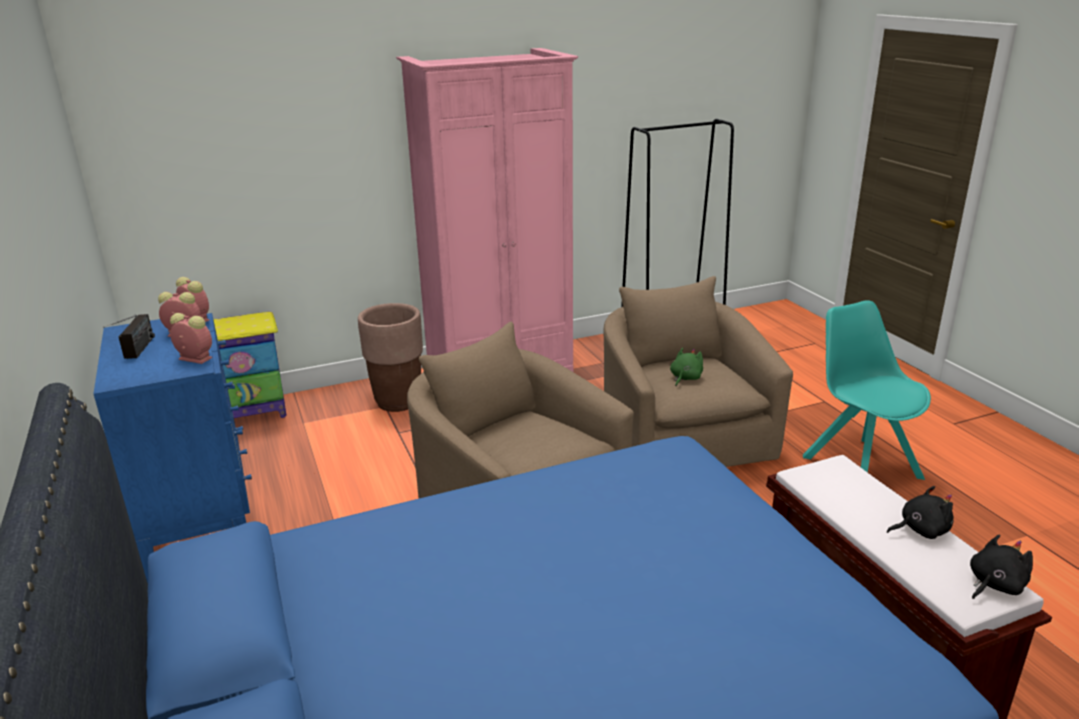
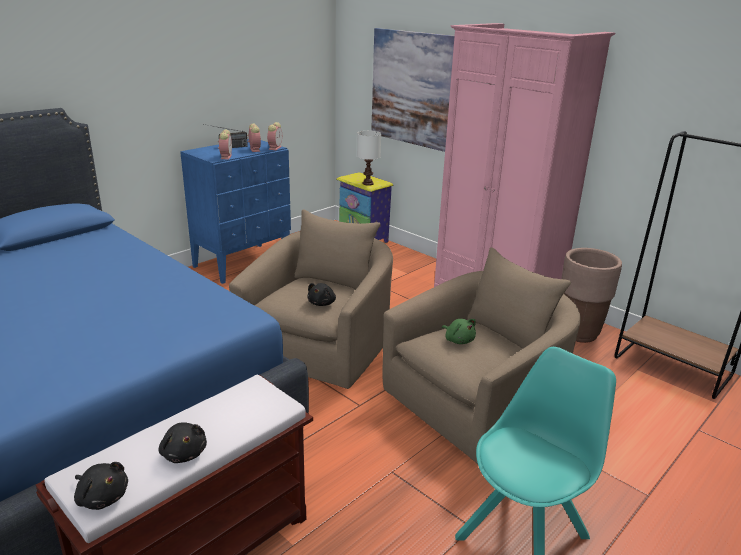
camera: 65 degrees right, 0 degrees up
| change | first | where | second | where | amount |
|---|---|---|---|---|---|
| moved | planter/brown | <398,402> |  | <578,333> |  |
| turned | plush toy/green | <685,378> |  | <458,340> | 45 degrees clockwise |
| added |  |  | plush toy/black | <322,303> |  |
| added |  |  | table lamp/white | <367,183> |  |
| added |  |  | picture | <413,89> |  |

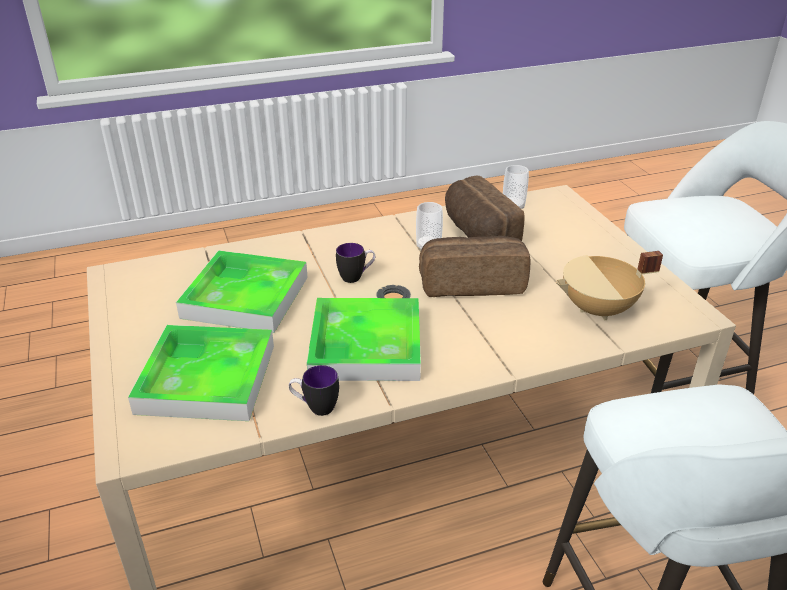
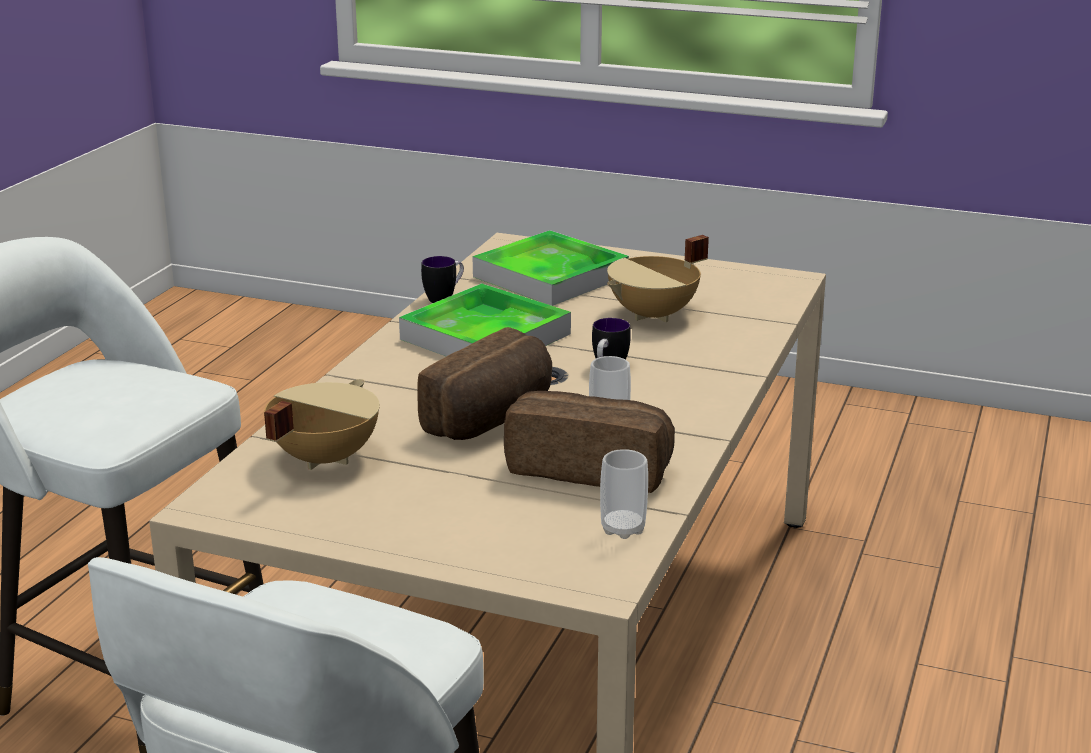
camera: 130 degrees right, 10 degrees down
| change | first | where | second | where | amount |
|---|---|---|---|---|---|
| replaced | tray | <245,297> | cooking pot/beige | <654,315> |  |

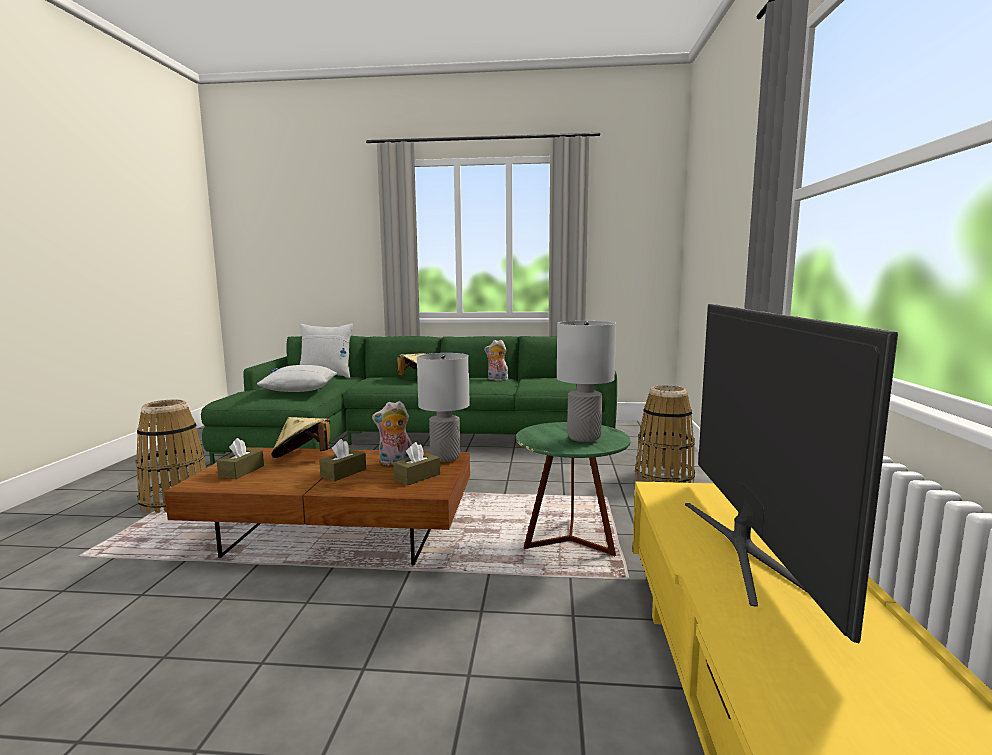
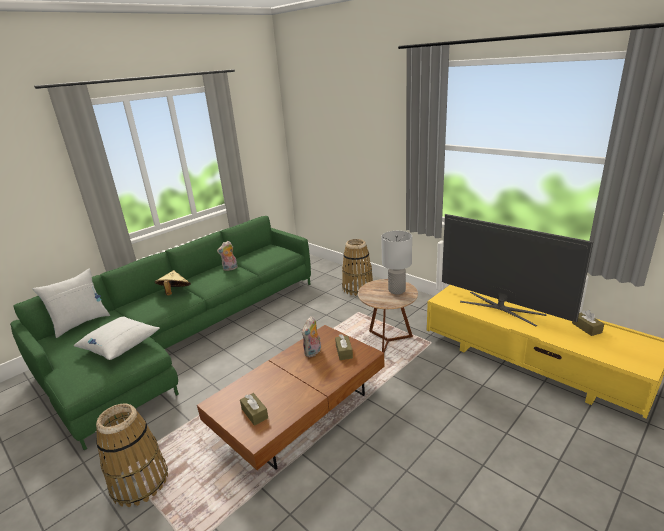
camera: 50 degrees left, 15 degrees up
| change | first | where | second | where | amount |
|---|---|---|---|---|---|
| removed | hat/beige | <303,457> |  |  |  |
| moved | tissue box/brown | <343,473> |  | <586,328> |  |
| removed | table lamp/grey | <444,459> |  |  |  |
| recoloured | side table/green | <570,541> | side table/brown | <388,341> |  |

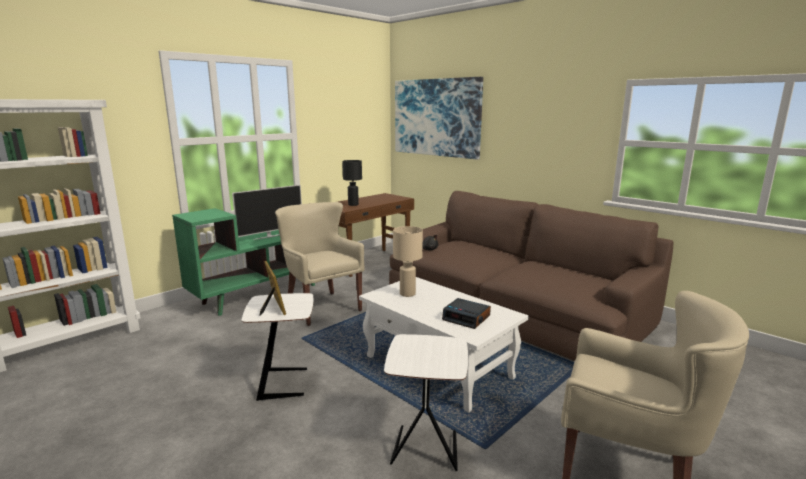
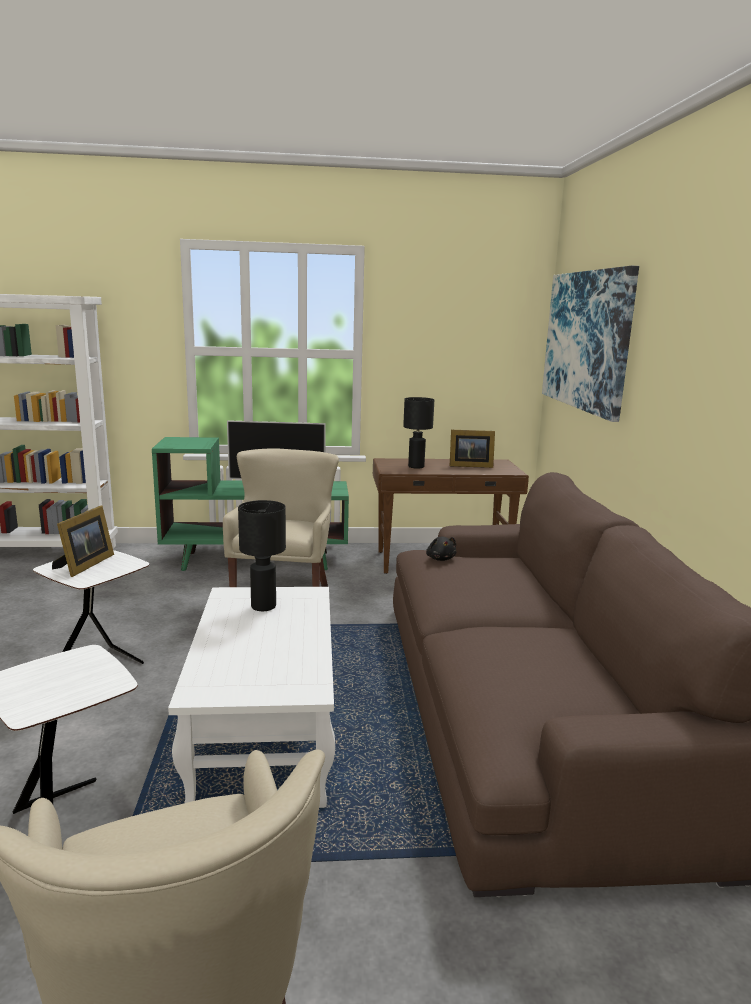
camera: 40 degrees right, 0 degrees up
| change | first | where | second | where | amount |
|---|---|---|---|---|---|
| recoloured | table lamp/beige | <407,294> | table lamp/black | <264,606> |  |
| removed | alarm clock | <467,318> |  |  |  |
| added |  |  | picture frame | <469,465> |  |

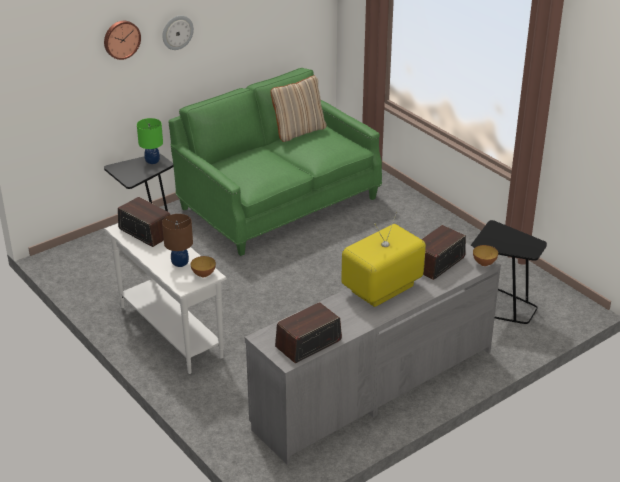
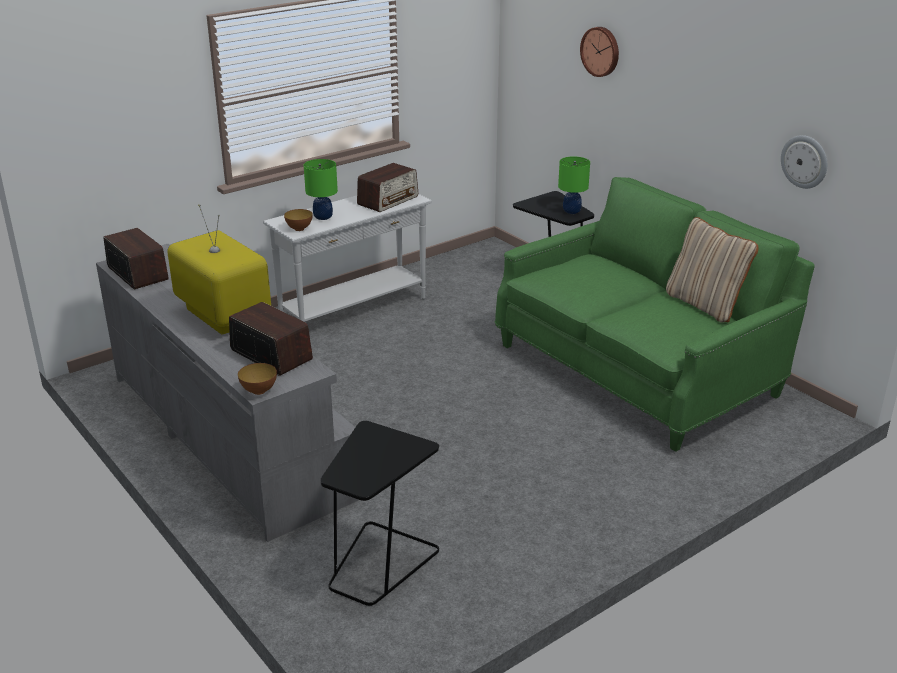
camera: 90 degrees right, 5 degrees down
| change | first | where | second | where | amount |
|---|---|---|---|---|---|
| moved | wall clock | <177,32> |  | <804,161> |  |
| recoloured | table lamp/brown | <181,264> | table lamp/green | <322,218> |  |

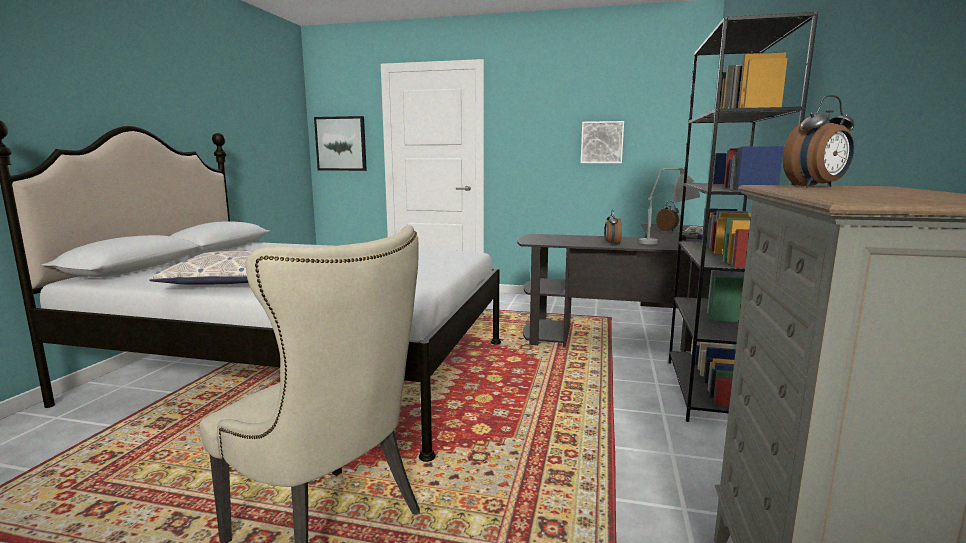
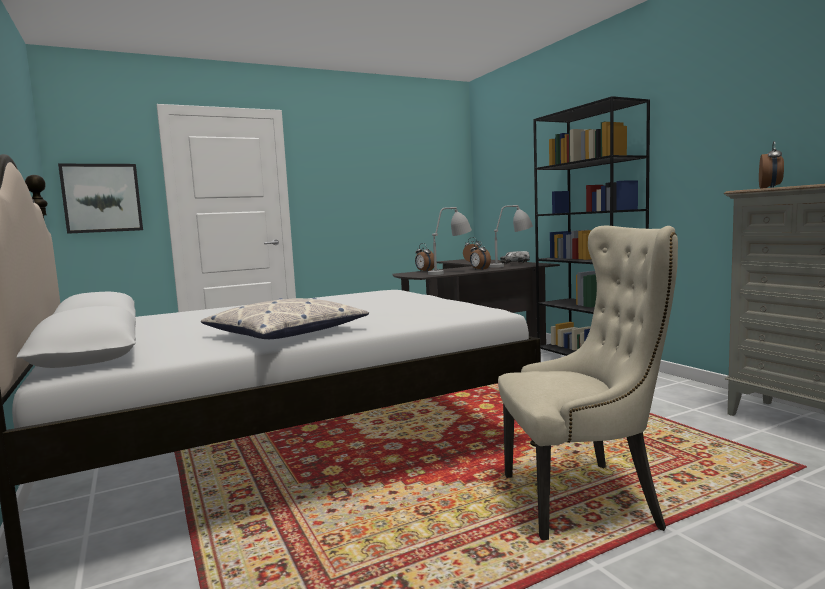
camera: 40 degrees left, 5 degrees down
| change | first | where | second | where | amount |
|---|---|---|---|---|---|
| removed | picture | <602,142> |  |  |  |
| added |  |  | alarm clock | <424,271> |  |
| added |  |  | table lamp/grey | <451,272> |  |

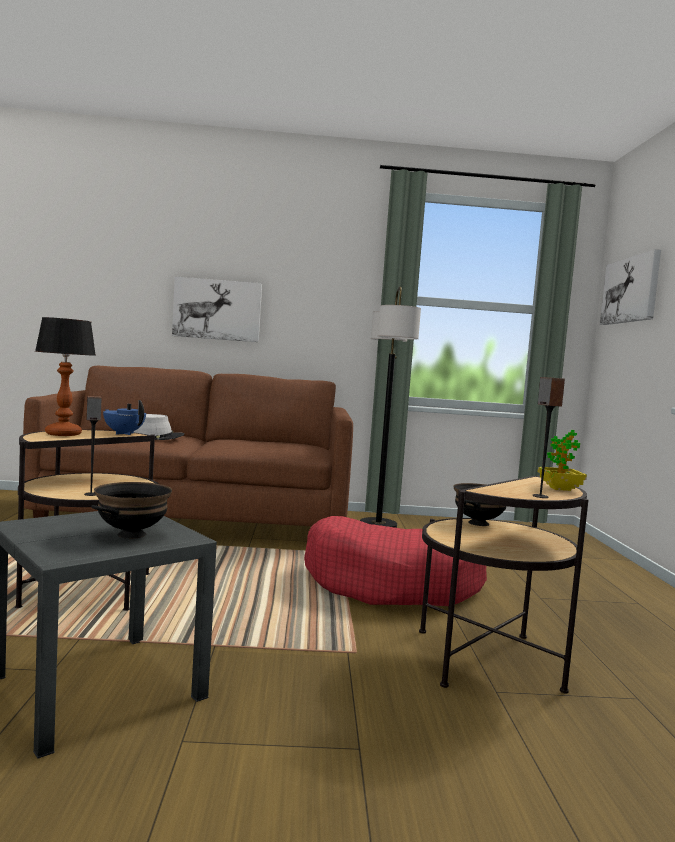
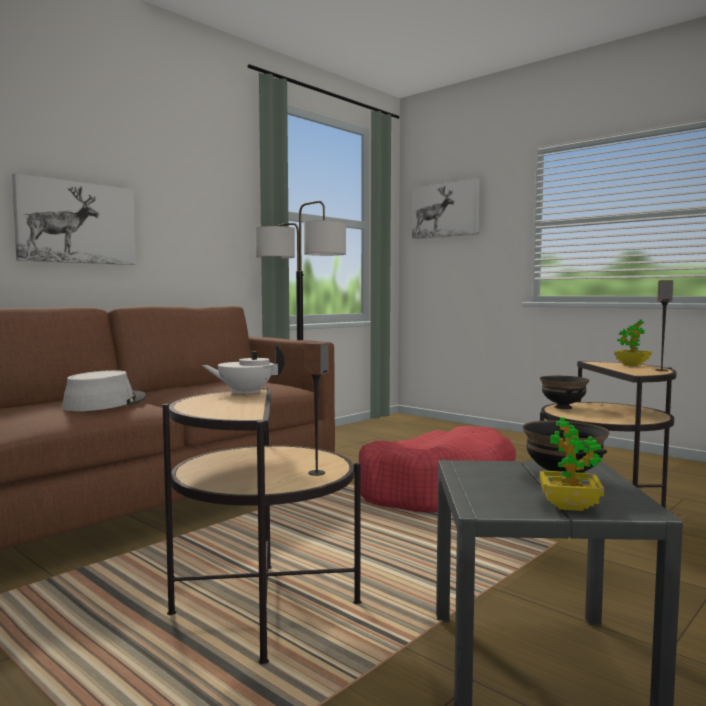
camera: 45 degrees left, 0 degrees up
| change | first | where | second | where | amount |
|---|---|---|---|---|---|
| removed | table lamp | <62,434> |  |  |  |
| recoloured | teapot/blue | <124,433> | teapot/white | <245,392> |  |
| added |  |  | potted plant | <569,506> |  |

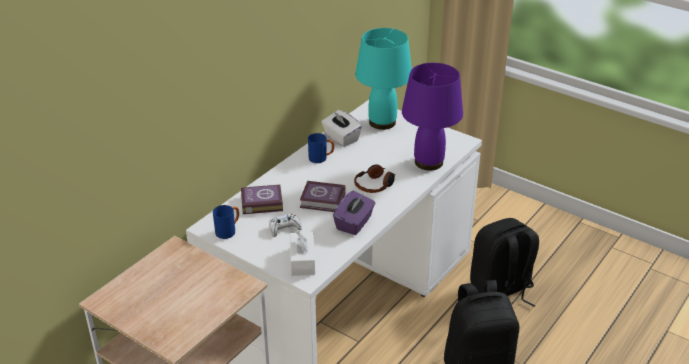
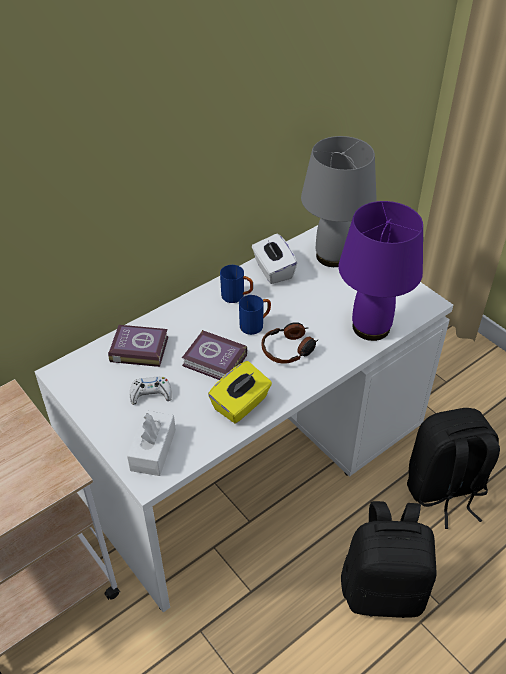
camera: 15 degrees right, 10 degrees up
| change | first | where | second | where | amount |
|---|---|---|---|---|---|
| moved | mug/blue | <228,231> |  | <255,325> |  |
| recoloured | tissue box/purple | <354,223> | tissue box/yellow | <241,404> |  |
| recoloured | table lamp/turquoise | <383,123> | table lamp/grey | <333,257> |  |

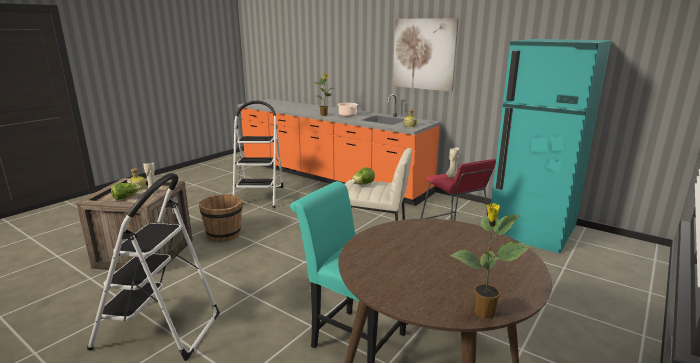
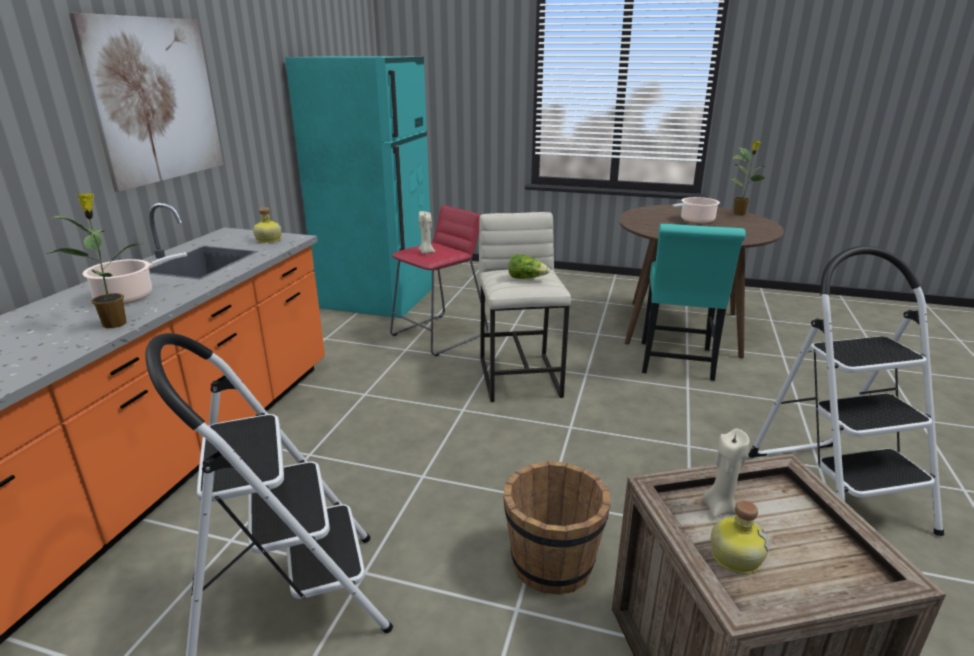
camera: 110 degrees left, 5 degrees up
| change | first | where | second | where | amount |
|---|---|---|---|---|---|
| removed | lettuce | <126,197> |  |  |  |
| added |  |  | cooking pot | <695,220> |  |

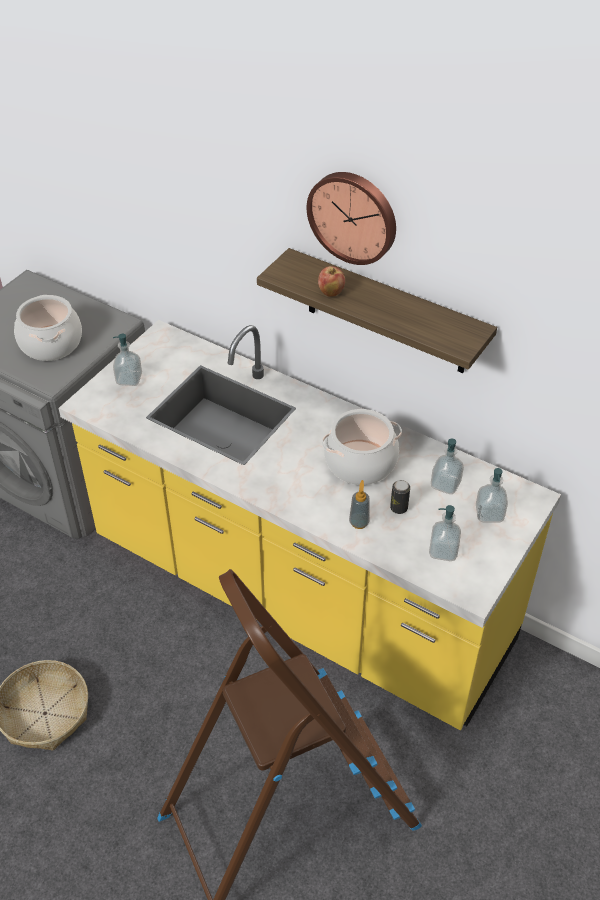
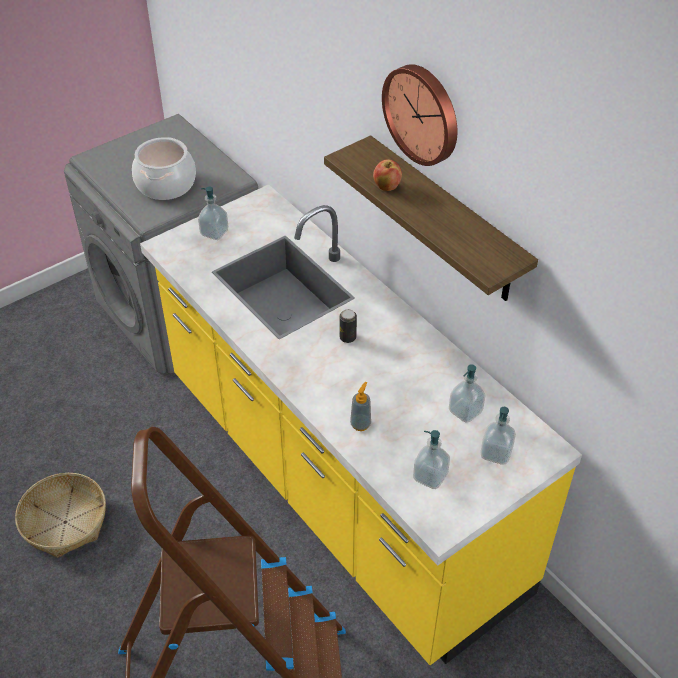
camera: 20 degrees right, 0 degrees up
| change | first | where | second | where | amount |
|---|---|---|---|---|---|
| removed | cooking pot | <360,462> |  |  |  |
| moved | can | <399,508> |  | <347,337> |  |

